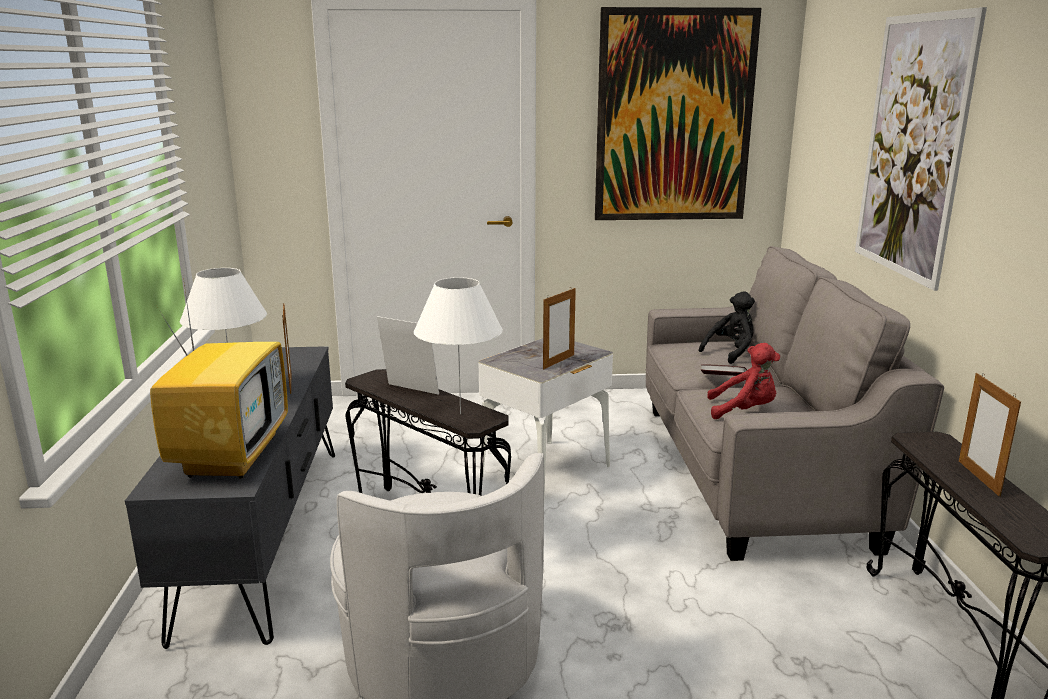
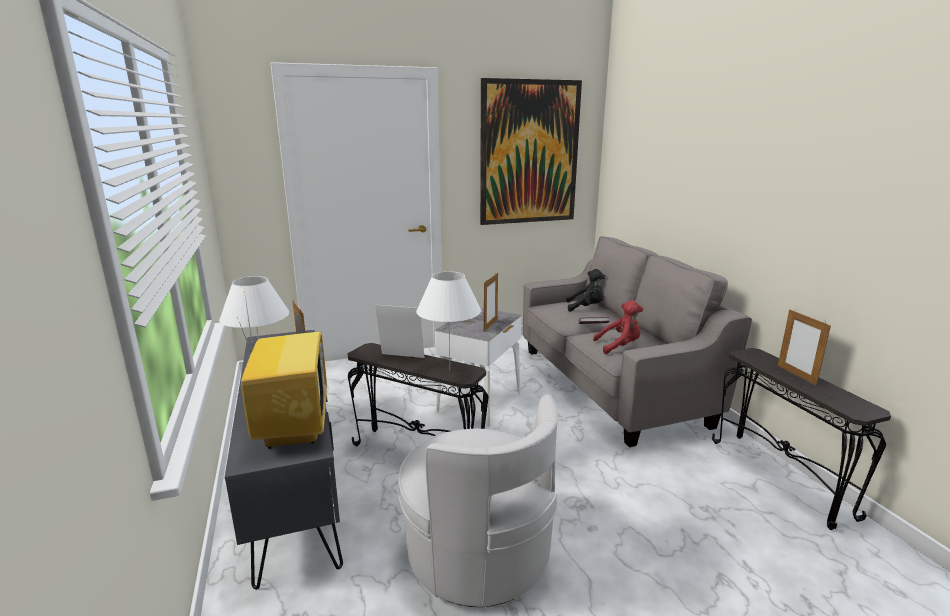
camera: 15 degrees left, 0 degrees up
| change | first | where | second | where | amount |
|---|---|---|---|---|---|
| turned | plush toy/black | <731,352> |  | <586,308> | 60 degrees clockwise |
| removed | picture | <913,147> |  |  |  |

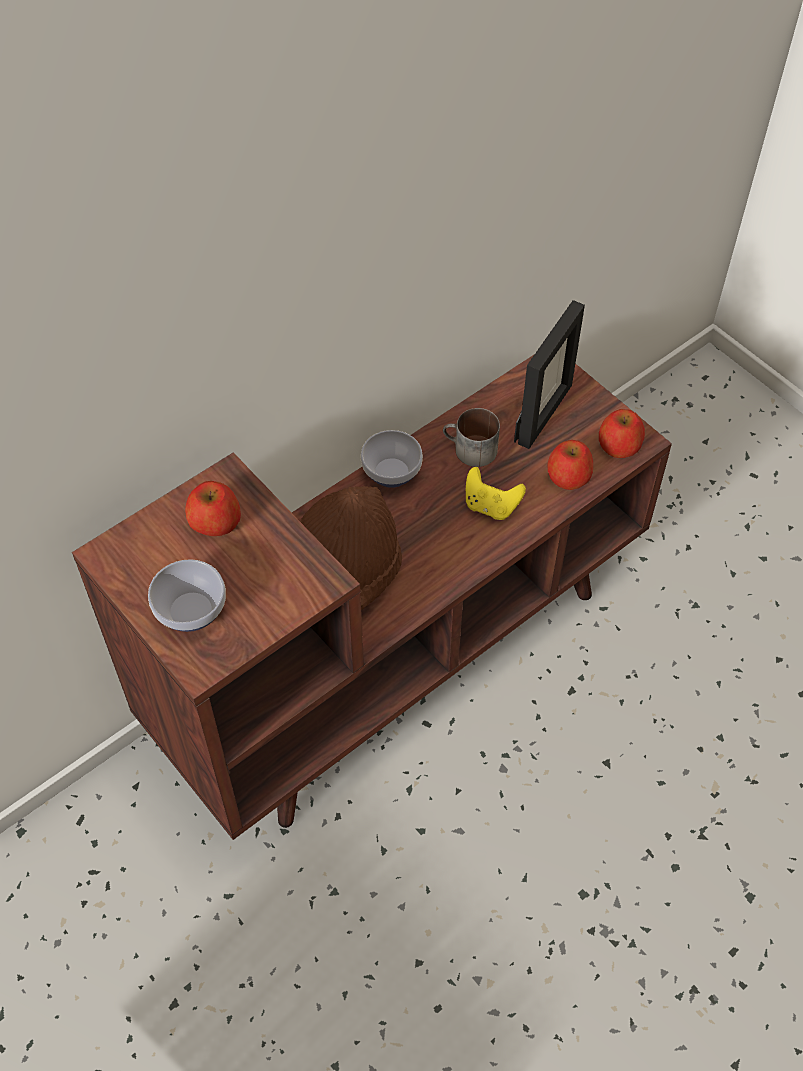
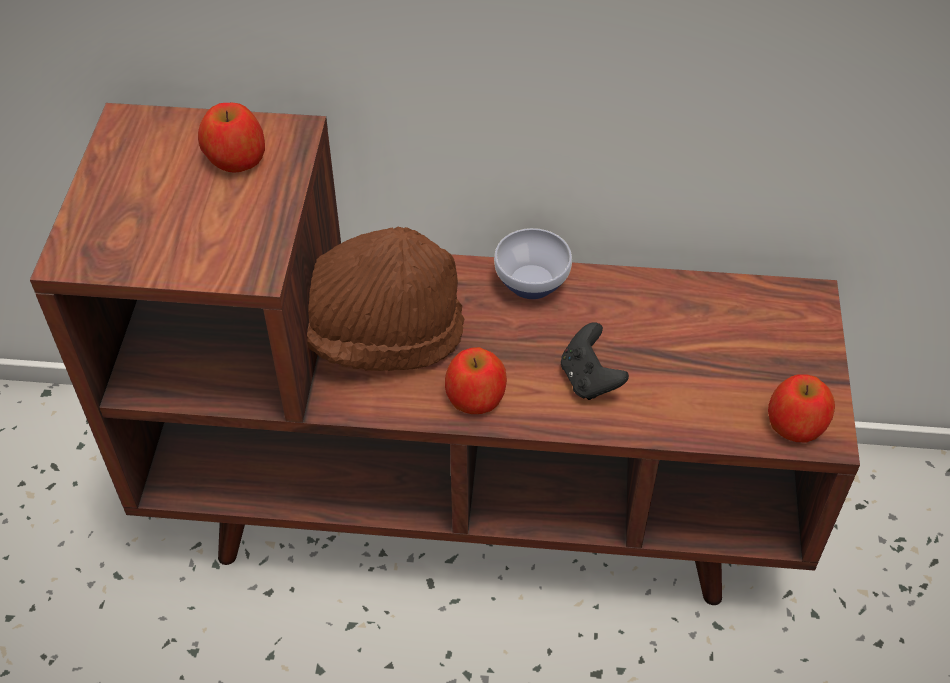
camera: 45 degrees right, 5 degrees down
| change | first | where | second | where | amount |
|---|---|---|---|---|---|
| removed | bowl | <190,610> |  |  |  |
| removed | mug | <469,450> |  |  |  |
| recoloured | game controller/yellow | <491,506> | game controller/black | <589,379> |  |
| removed | picture frame | <543,413> |  |  |  |
| moved | apple | <569,476> |  | <475,396> |  |

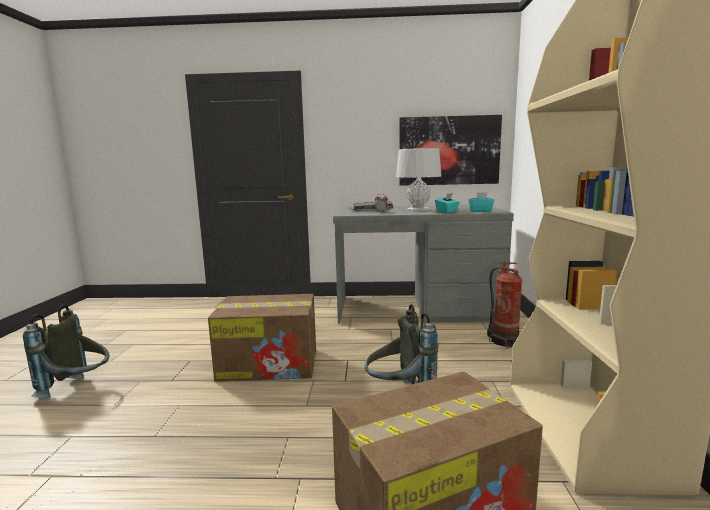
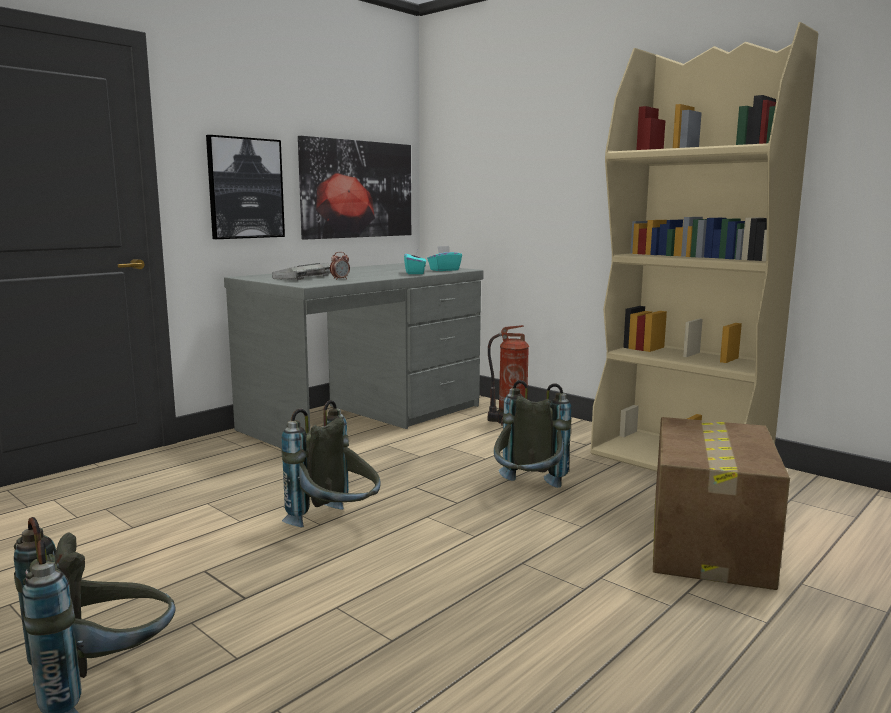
camera: 50 degrees left, 0 degrees up
| change | first | where | second | where | amount |
|---|---|---|---|---|---|
| replaced | cardboard box | <270,364> | backpack/grey | <337,525> |  |
| removed | table lamp/grey | <418,210> |  |  |  |
| added |  |  | picture | <245,188> |  |

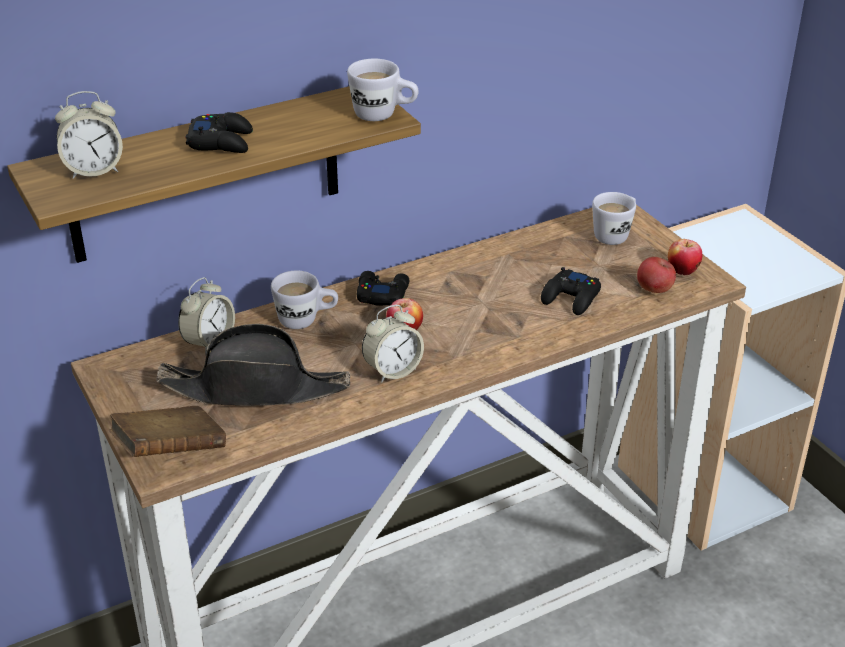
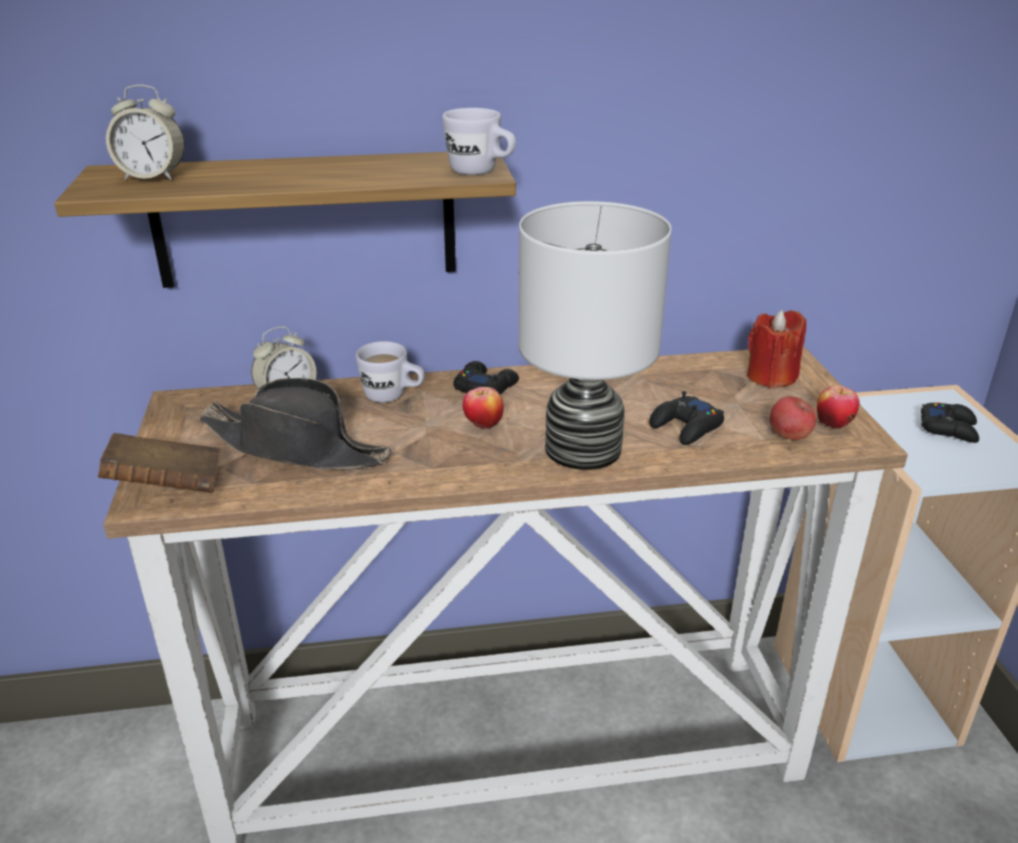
camera: 20 degrees right, 5 degrees down
| change | first | where | second | where | amount |
|---|---|---|---|---|---|
| moved | game controller/black | <221,142> |  | <949,428> |  |
| removed | alarm clock | <393,371> |  |  |  |
| replaced | mug/white | <615,234> | candle/red | <771,376> |  |
| added |  |  | table lamp/grey | <582,449> |  |

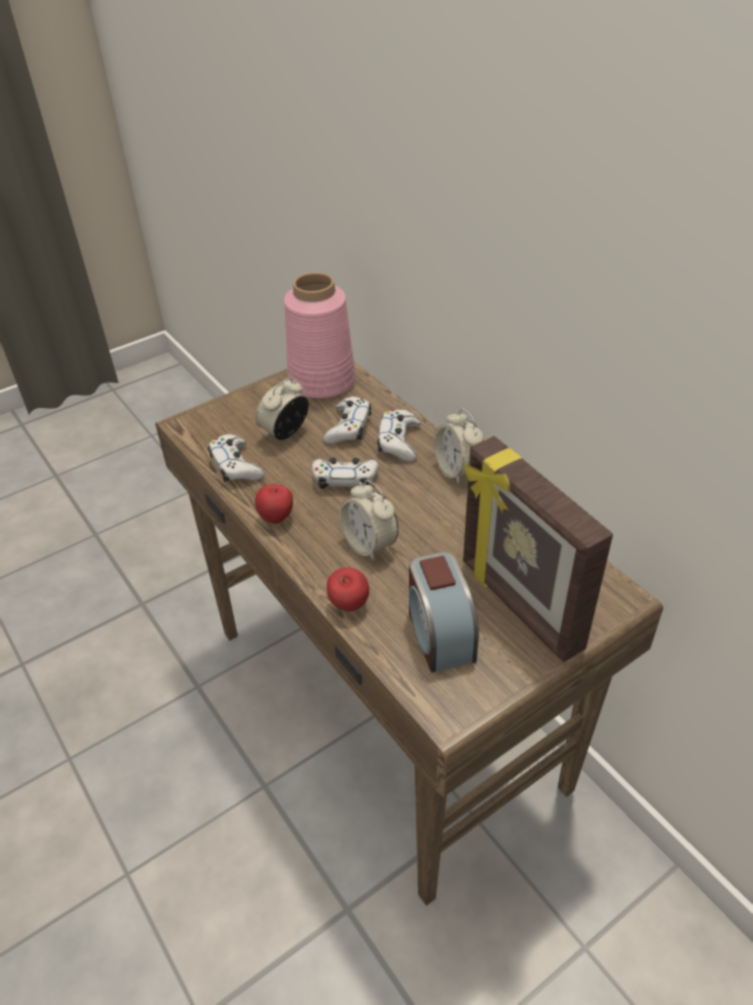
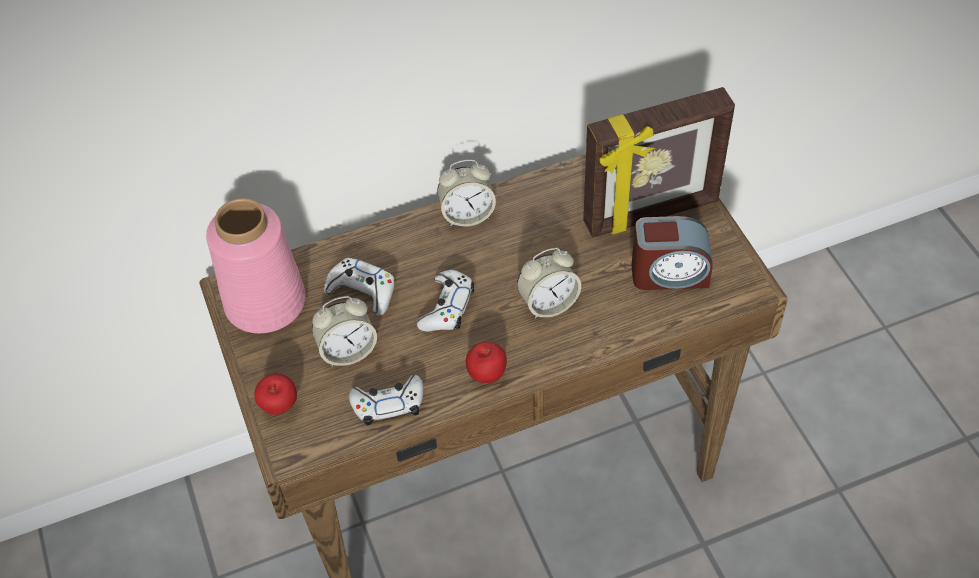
camera: 75 degrees left, 10 degrees up
| change | first | where | second | where | amount |
|---|---|---|---|---|---|
| turned | alarm clock | <285,432> |  | <348,351> | 75 degrees counterclockwise |
| moved | apple | <348,605> |  | <280,407> |  |
| removed | game controller/white | <399,441> |  |  |  |

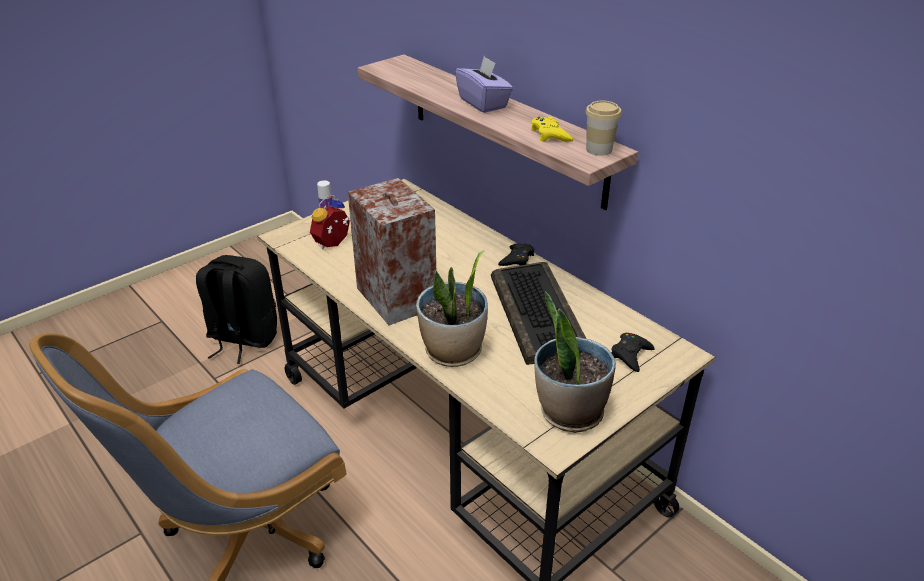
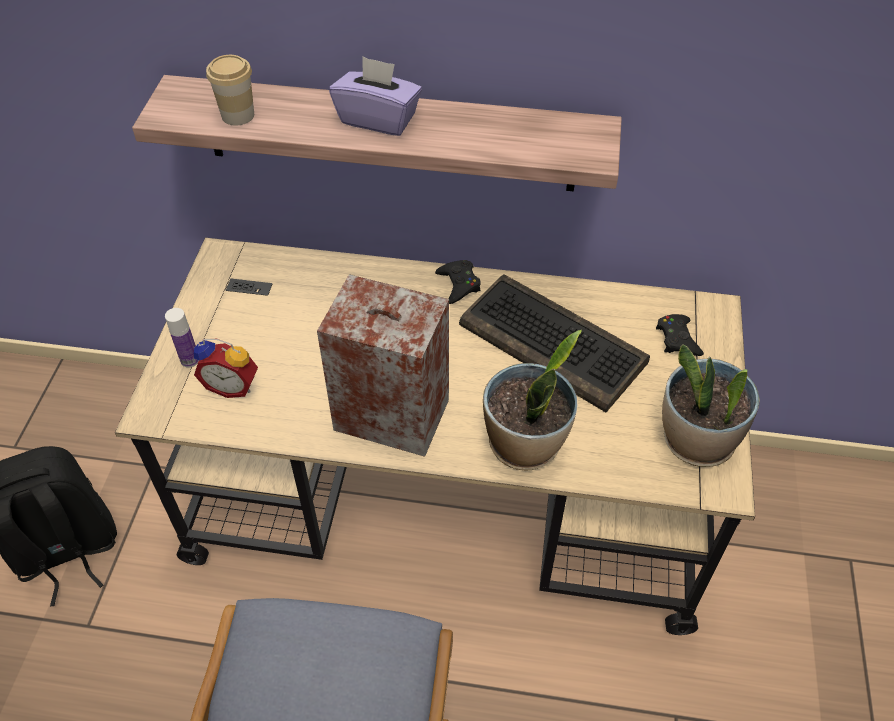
camera: 40 degrees left, 15 degrees up
| change | first | where | second | where | amount |
|---|---|---|---|---|---|
| turned | alarm clock | <334,244> |  | <233,385> | 75 degrees counterclockwise |
| removed | game controller/yellow | <550,135> |  |  |  |
| moved | cup | <599,149> |  | <238,115> |  |

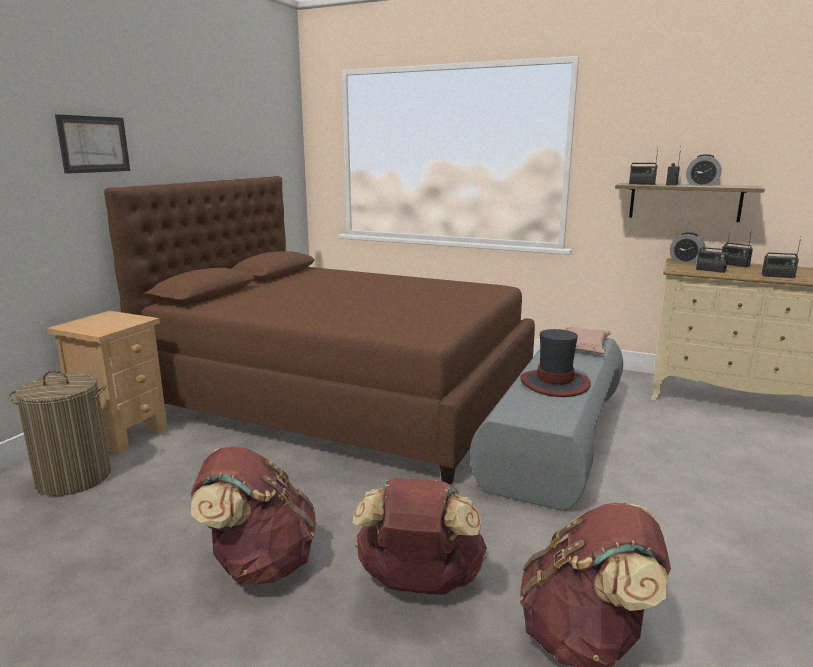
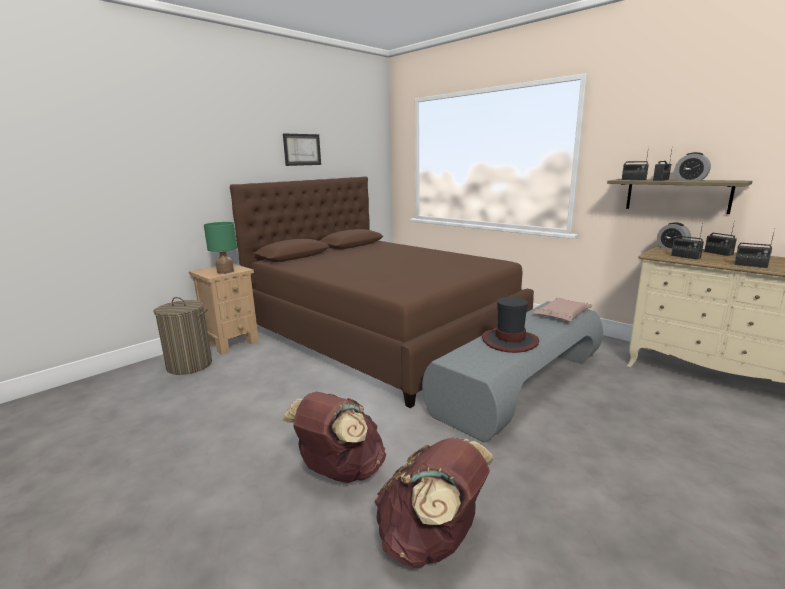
camera: 20 degrees right, 0 degrees up
| change | first | where | second | where | amount |
|---|---|---|---|---|---|
| moved | picture | <94,144> |  | <302,149> |  |
| removed | backpack/brown | <259,563> |  |  |  |
| added |  |  | table lamp/green | <225,271> |  |

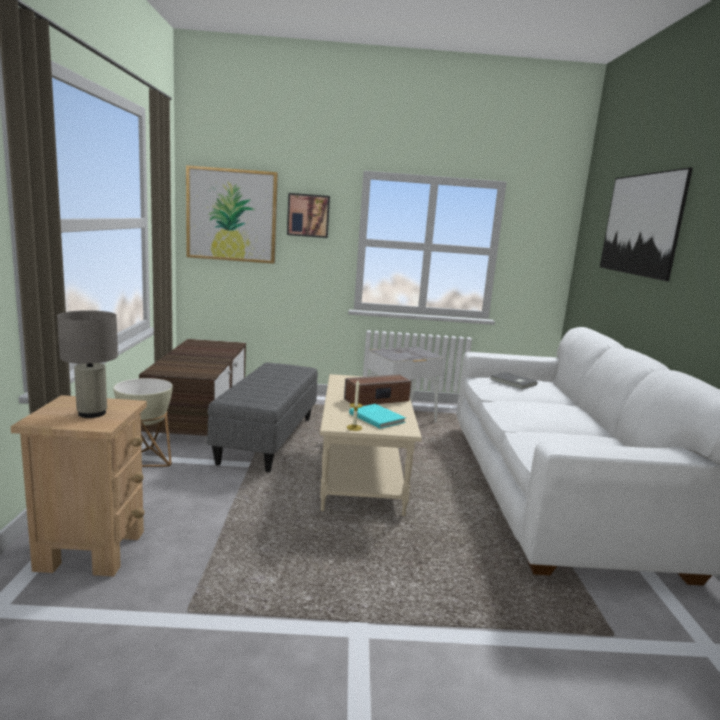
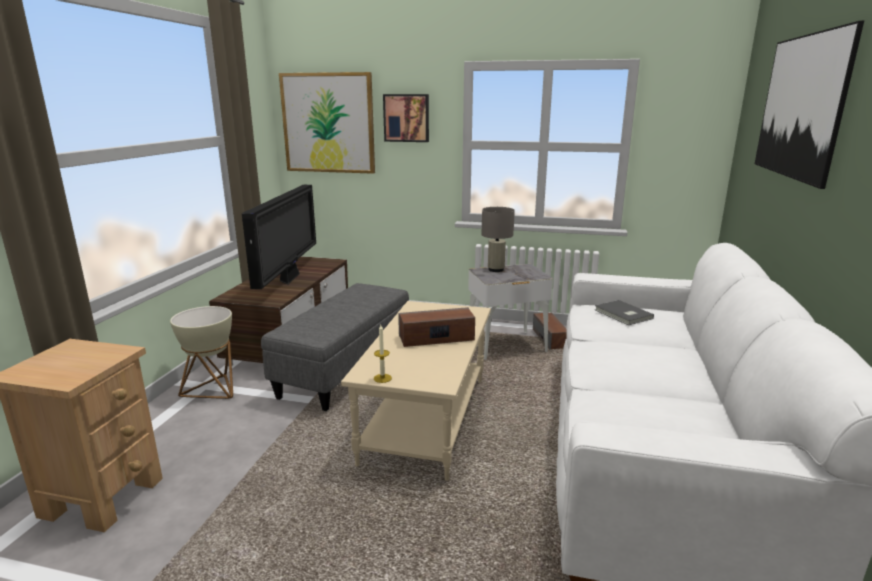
camera: 15 degrees right, 5 degrees up
| change | first | where | second | where | amount |
|---|---|---|---|---|---|
| moved | table lamp/grey | <92,413> |  | <496,270> |  |
| removed | book/turquoise | <377,417> |  |  |  |
| added |  |  | television | <290,278> |  |
| added |  |  | speaker | <550,338> |  |

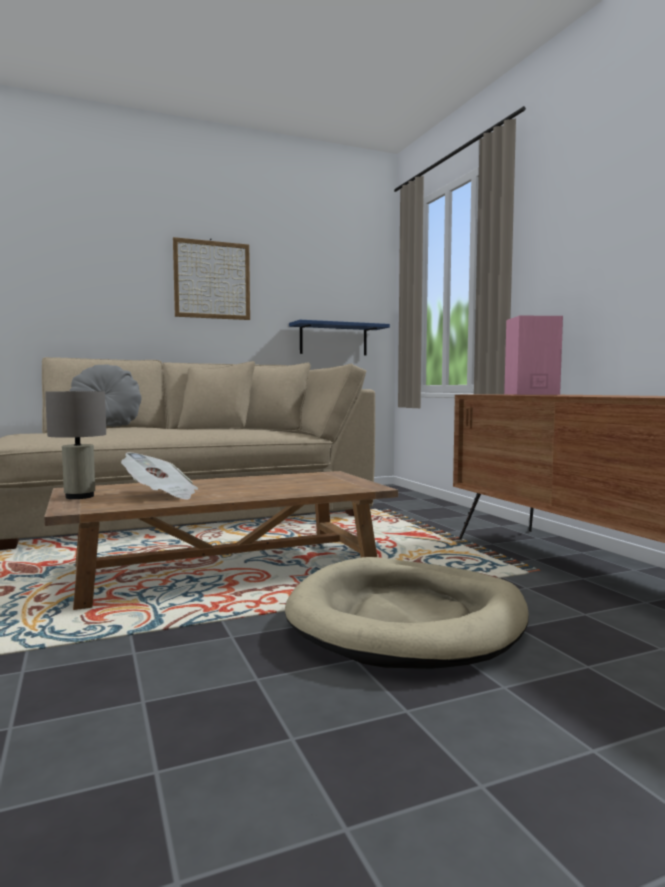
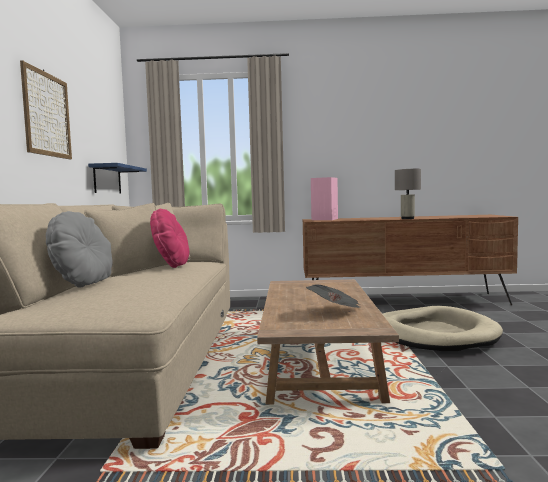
camera: 65 degrees left, 0 degrees up
| change | first | where | second | where | amount |
|---|---|---|---|---|---|
| moved | table lamp/grey | <78,497> |  | <407,218> |  |
| added |  |  | pillow/pink | <171,266> |  |

